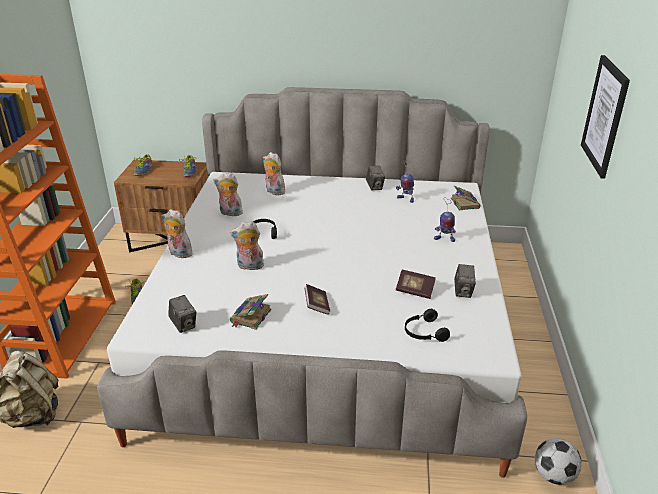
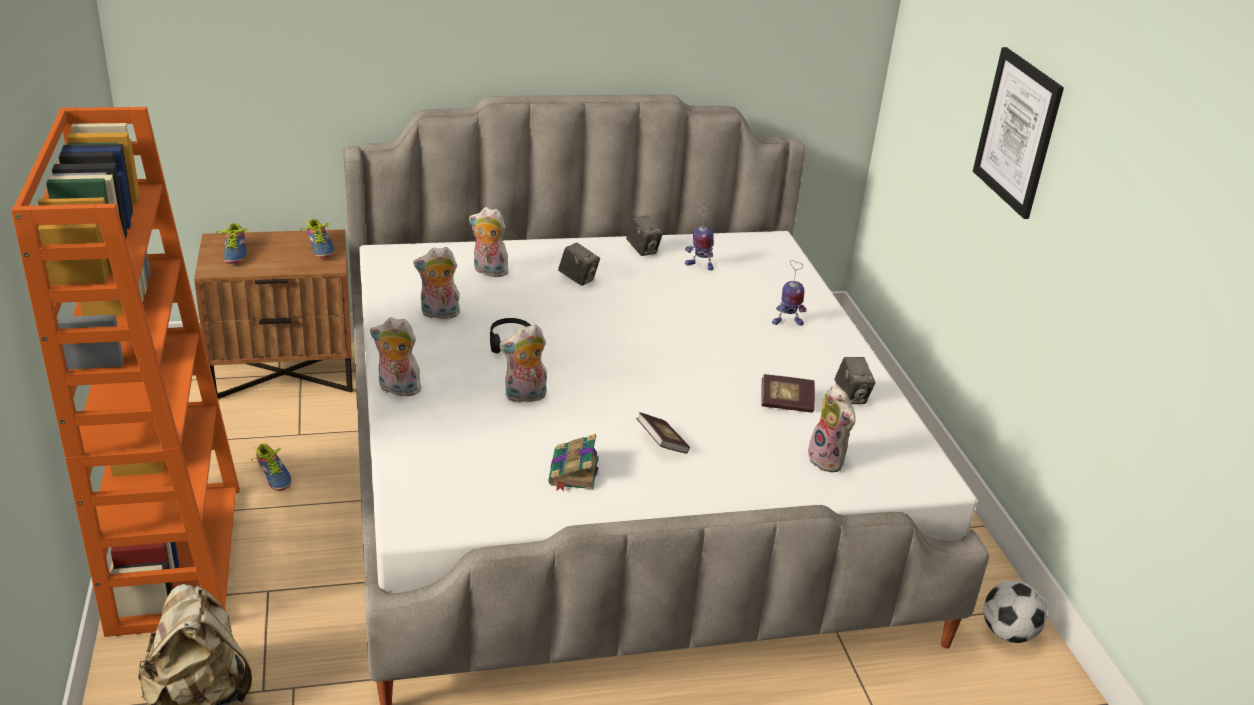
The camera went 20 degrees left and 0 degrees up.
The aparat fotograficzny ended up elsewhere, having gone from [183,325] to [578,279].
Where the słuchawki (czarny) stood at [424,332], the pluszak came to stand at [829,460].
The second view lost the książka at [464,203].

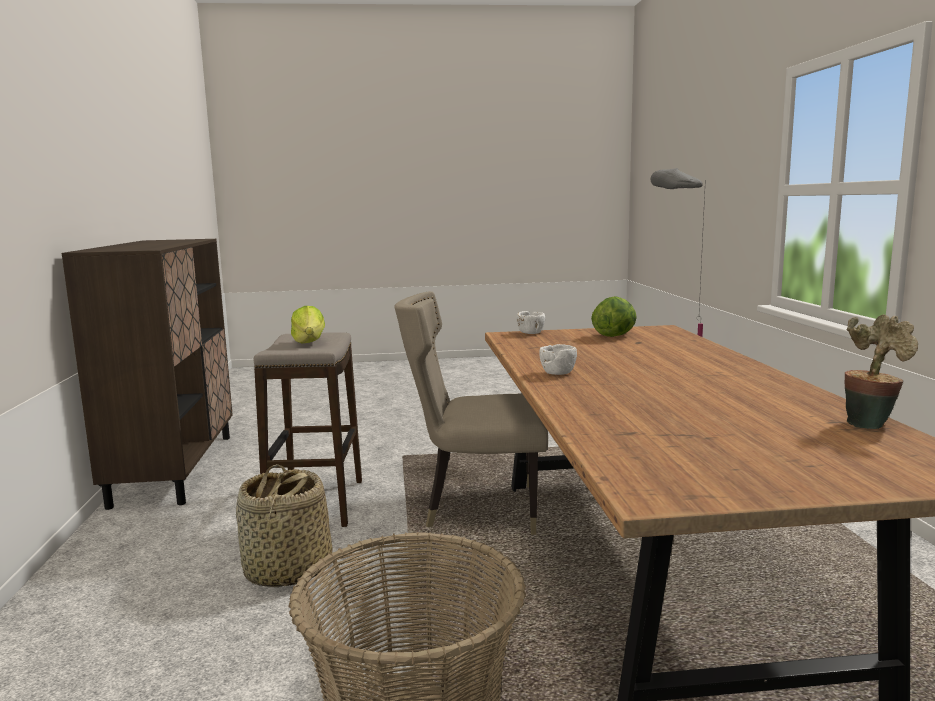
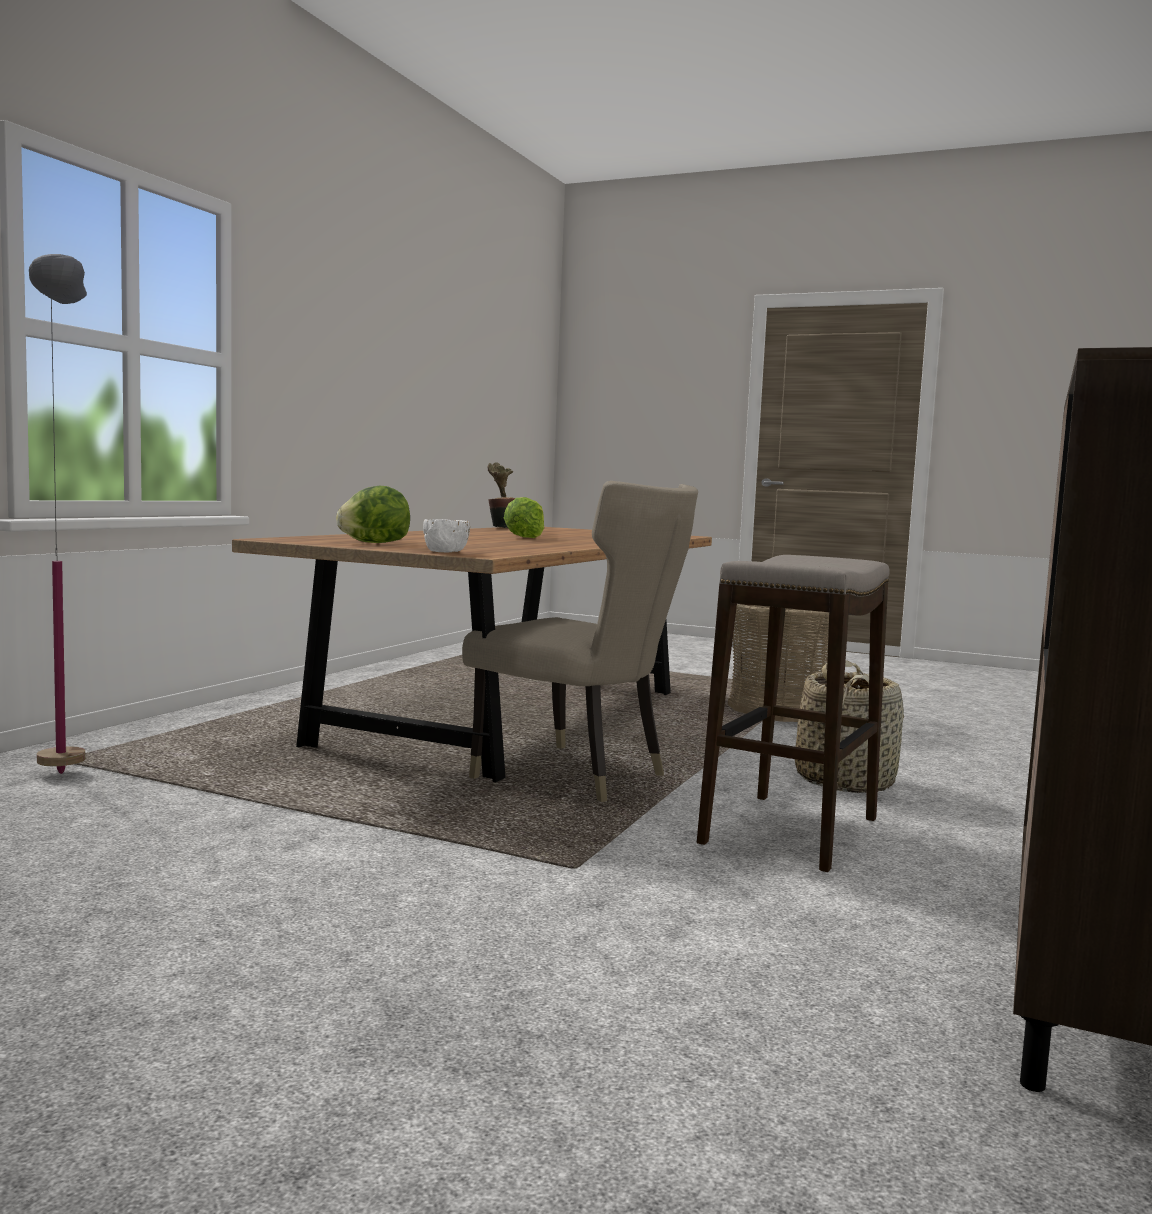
The camera went 150 degrees left and 5 degrees down.
The sałata ended up elsewhere, having gone from [309,342] to [524,537].
The second view lost the miska (biały) at [558,373].

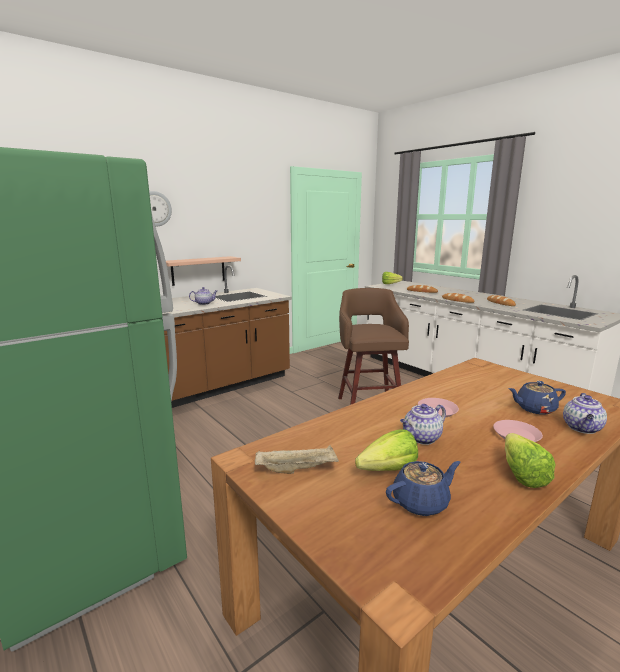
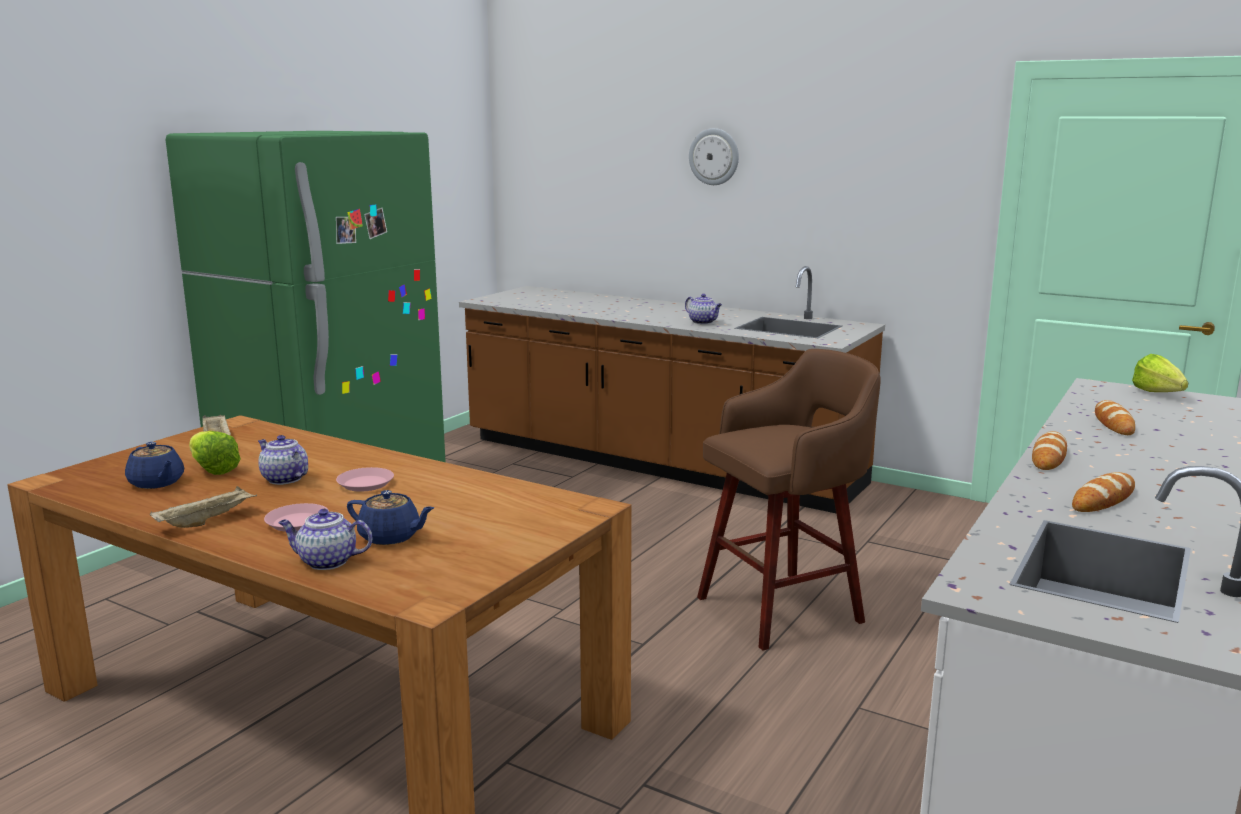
The camera went 70 degrees right and 0 degrees up.
The second view lost the półka at [198,270].
Where the sałata stood at [521,472], the taca (beżowy) came to stand at [207,521].
The imbryk (niebieski) at [534,409] ended up facing another way, 135 degrees clockwise from before.

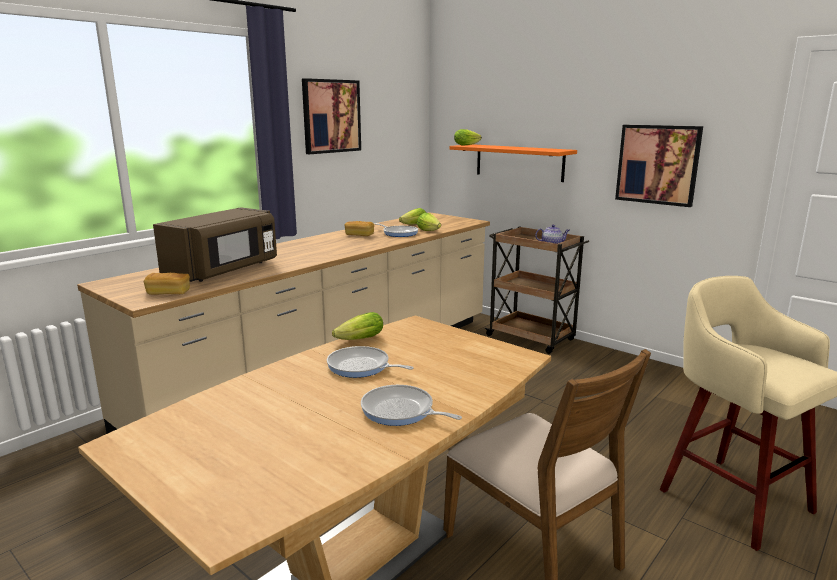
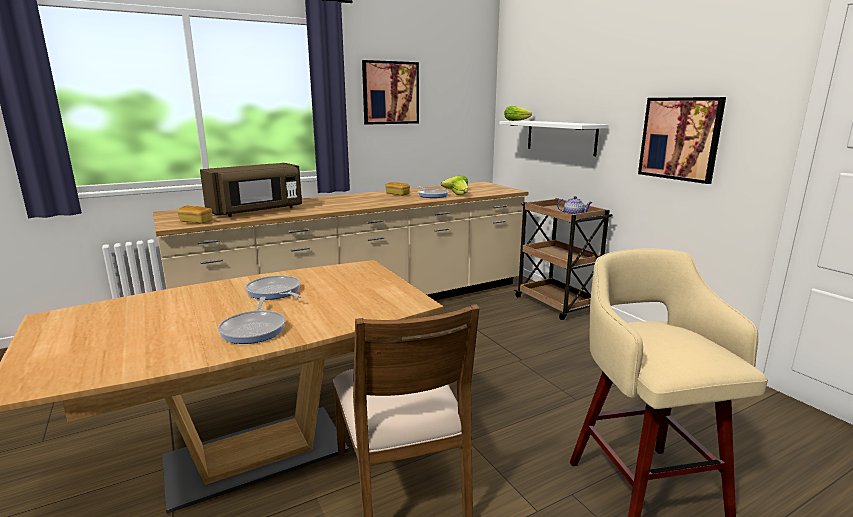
The camera went 20 degrees right and 0 degrees up.
The second view lost the sałata at [357,340].
The patelnia at [400,411] ended up facing another way, 150 degrees counterclockwise from before.
What was the półka (pomarańczowy) at [519,162] turned into the półka (biały) at [560,137].

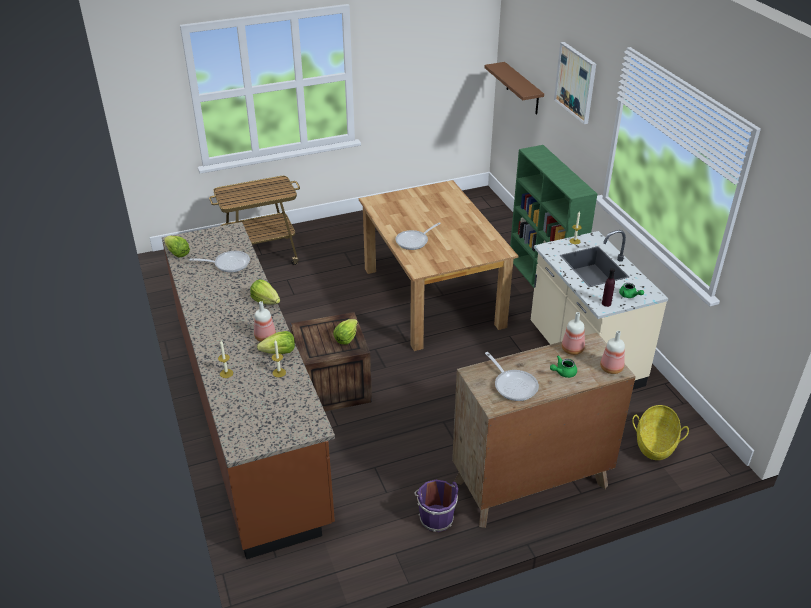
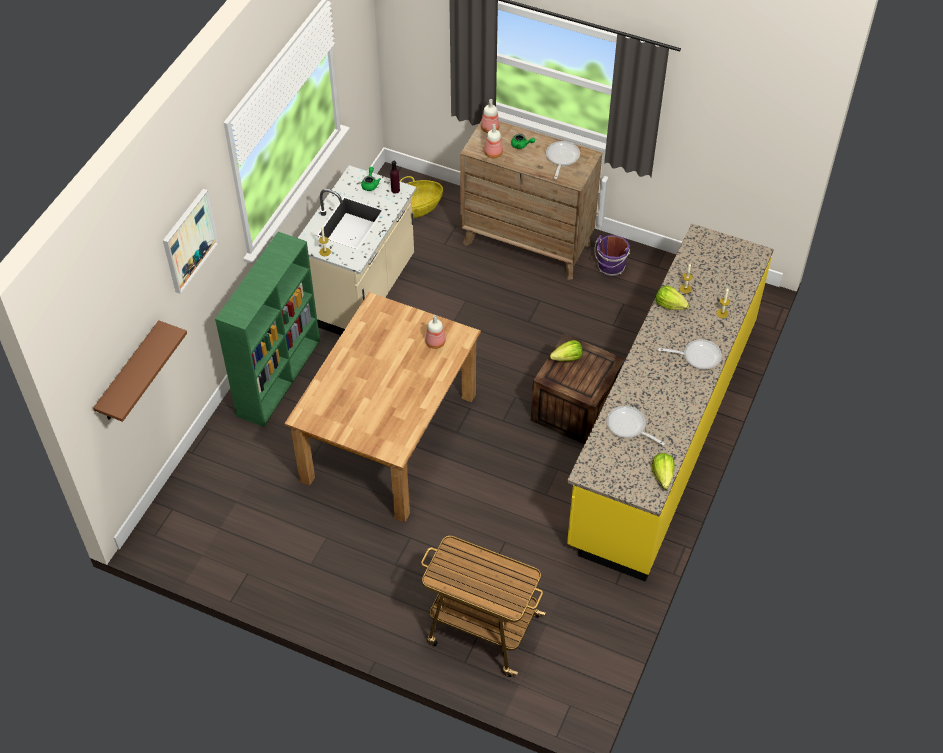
The camera went 135 degrees left and 15 degrees up.
What was the zabudowa kuchenna (brązowy) at [250,415] turned into the zabudowa kuchenna (żółty) at [663,432].
The second view lost the sałata at [265,301].
The butelka ended up elsewhere, having gone from [265,337] to [434,343].
The patelnia ended up elsewhere, having gone from [414,241] to [698,356].

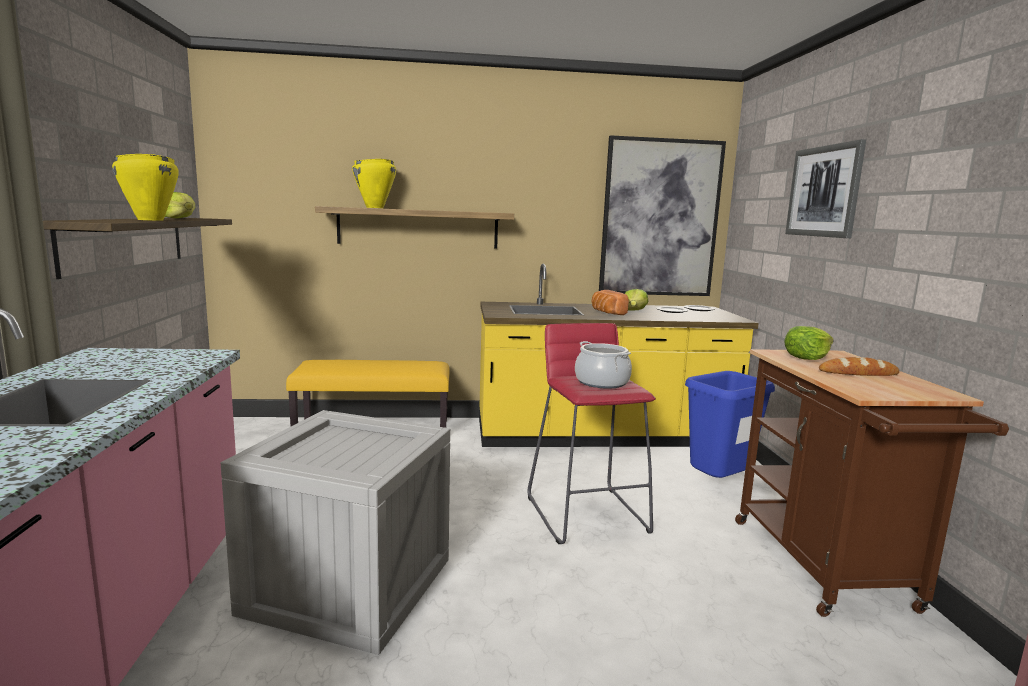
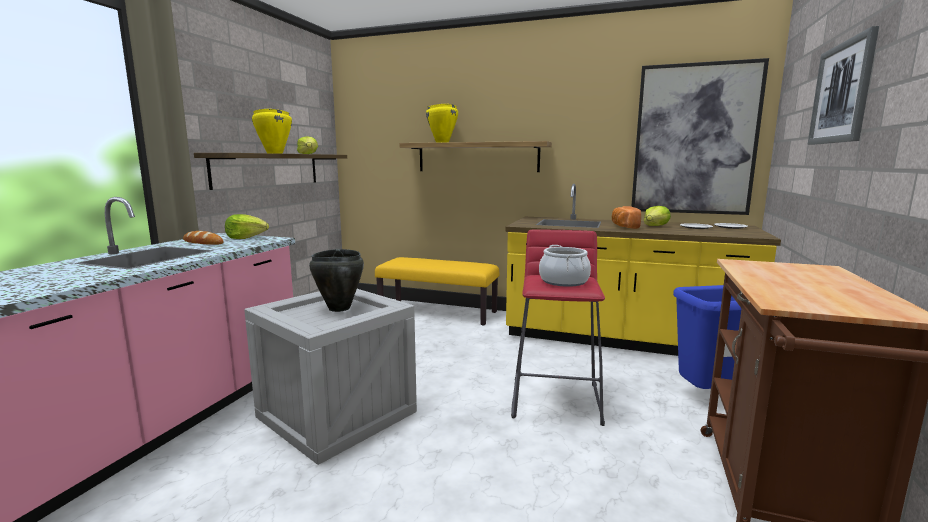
The camera went 25 degrees right and 0 degrees up.
The sałata ended up elsewhere, having gone from [806,357] to [246,238].
The chleb ended up elsewhere, having gone from [858,373] to [203,242].
The second view gained the garnek (czarny) at [339,308].

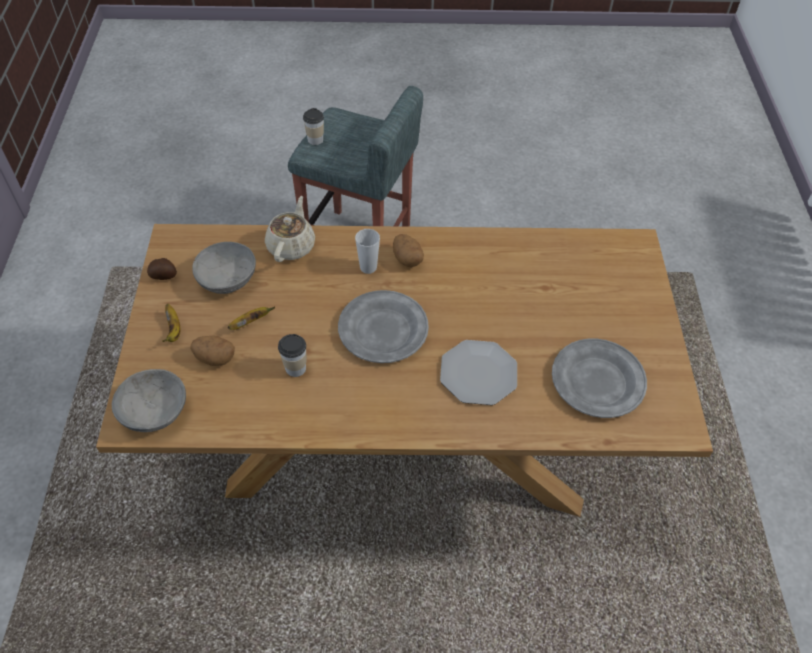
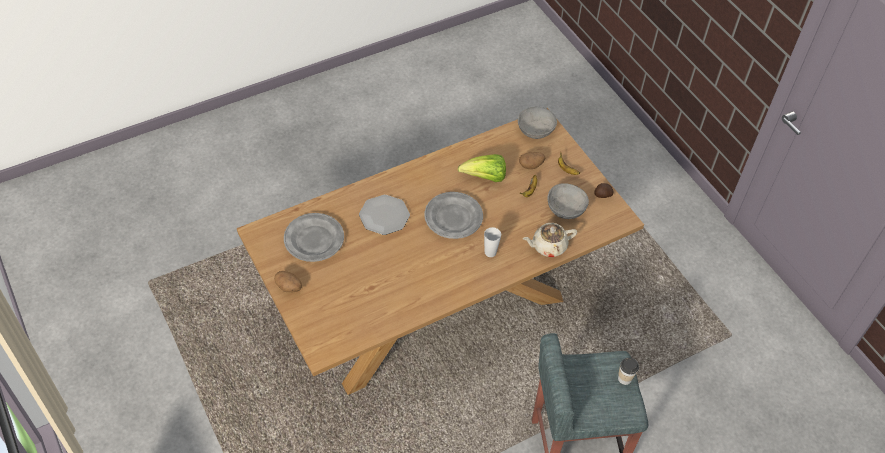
The camera went 150 degrees right and 0 degrees up.
The imbryk (beżowy) at [291,246] ended up facing another way, 90 degrees clockwise from before.
Where the filiżanka stood at [295,368], the sałata came to stand at [485,177].
The ziemniak ended up elsewhere, having gone from [407,259] to [289,287].

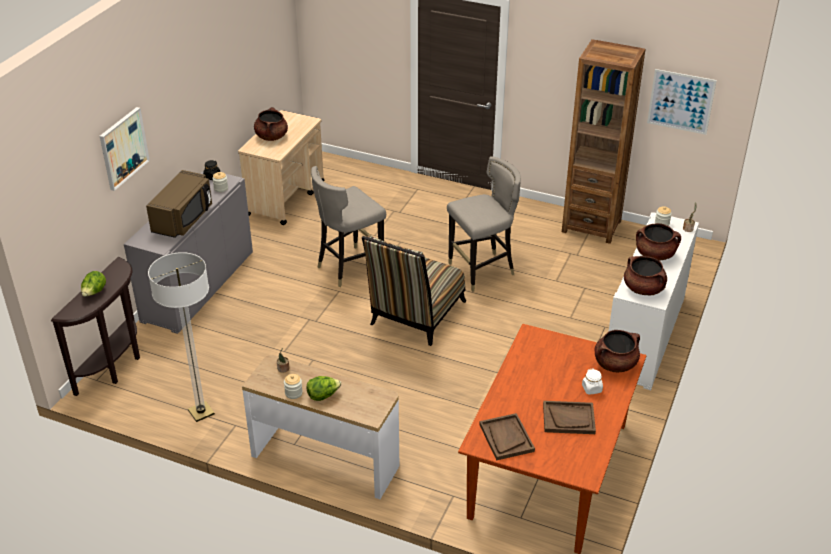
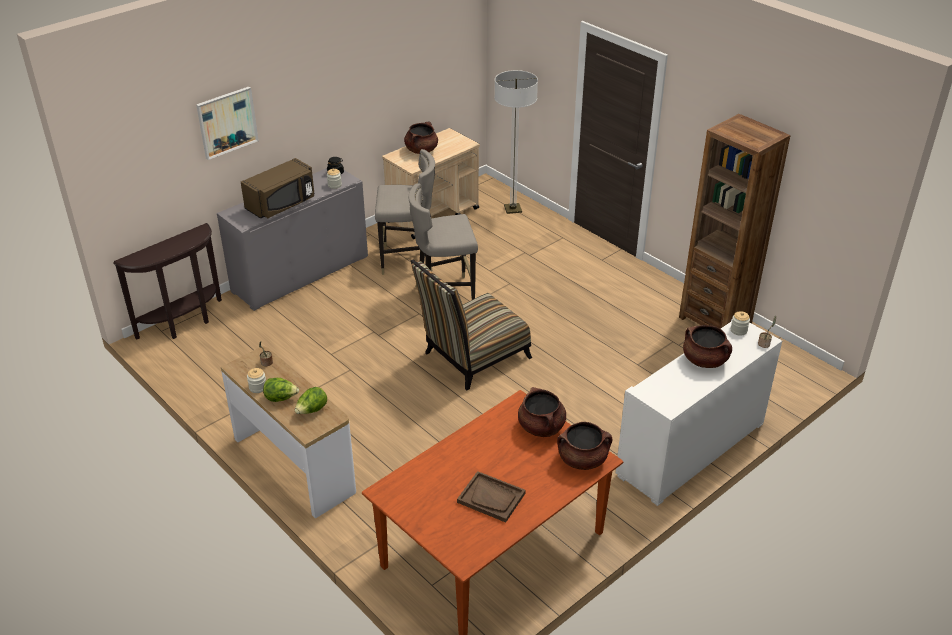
The camera went 25 degrees right and 0 degrees up.
The sałata ended up elsewhere, having gone from [94,293] to [312,410].
The lampa stojąca ended up elsewhere, having gone from [201,412] to [513,209].
The stołek (szary) ended up elsewhere, having gone from [482,271] to [407,260].
The second view lost the taca (brązowy) at [506,438].
The second view lost the słoik (biały) at [592,389].
The garnek (brązowy) ended up elsewhere, having gone from [643,289] to [541,427].
The second view lost the obraz at [681,101].

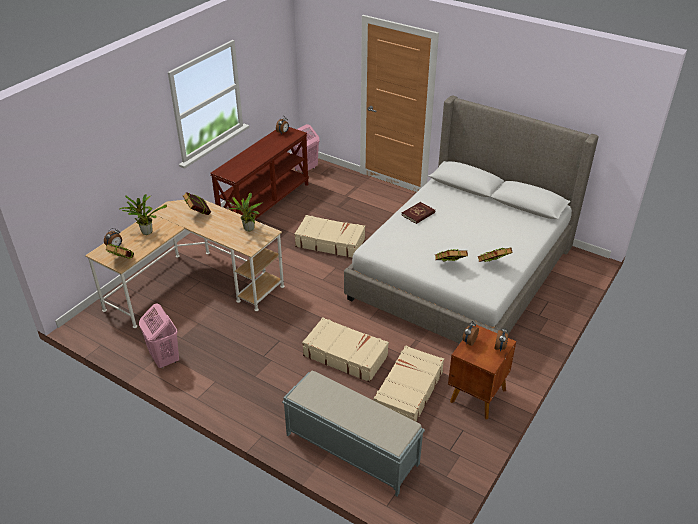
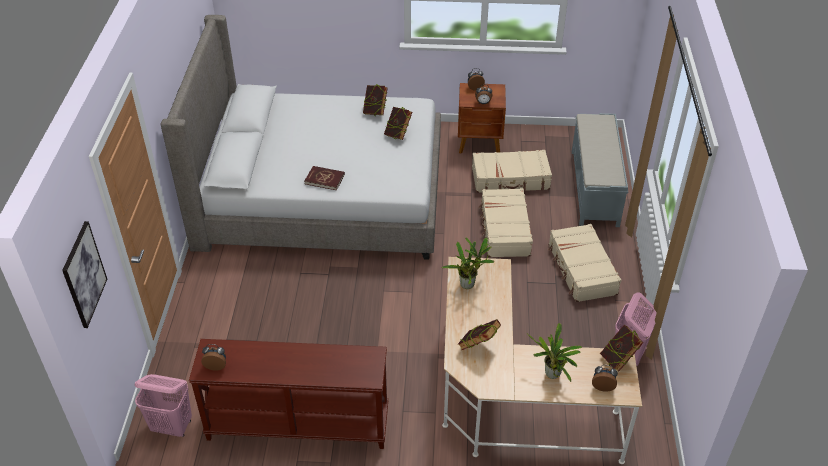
The camera went 120 degrees left and 5 degrees up.
The walizka (beżowy) ended up elsewhere, having gone from [330,242] to [581,270].
The second view gained the obraz at [84,274].

